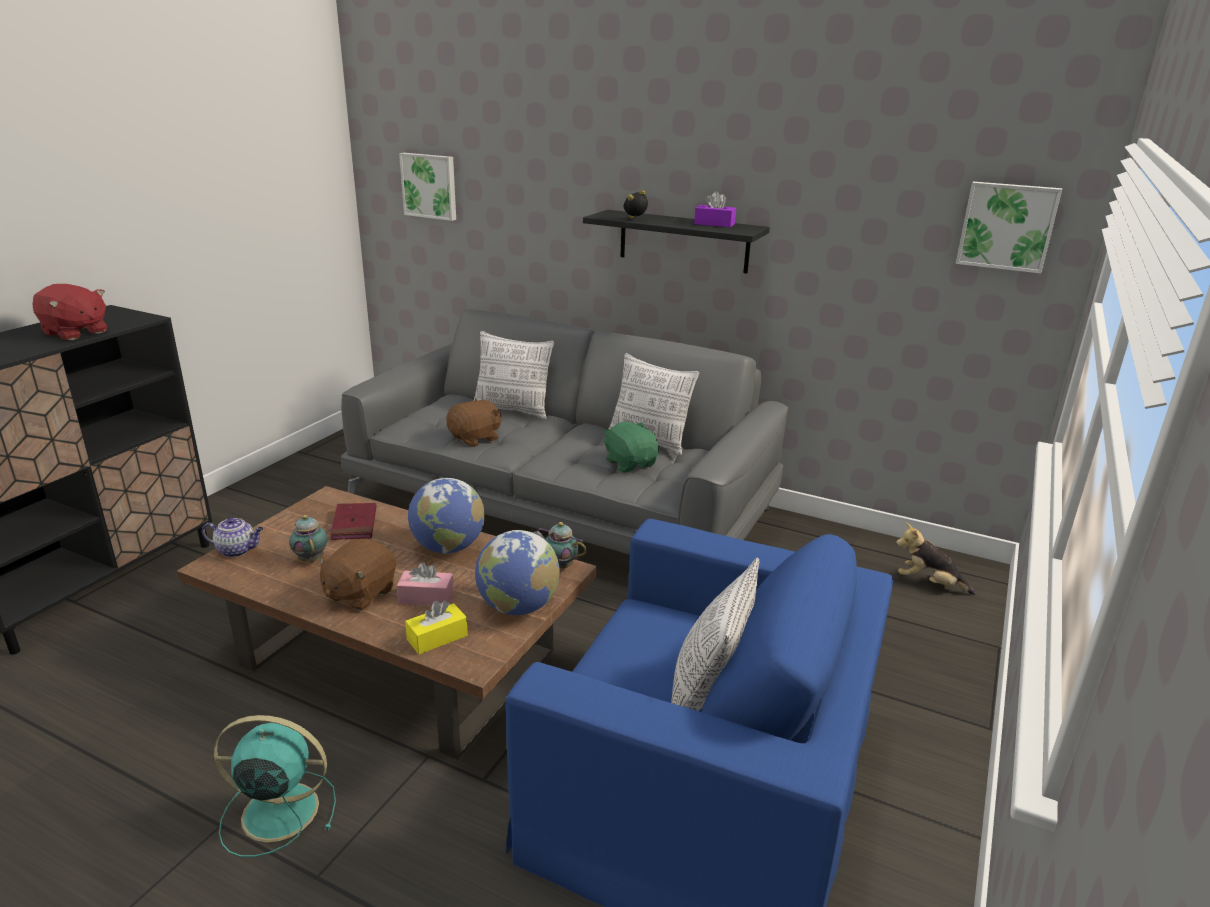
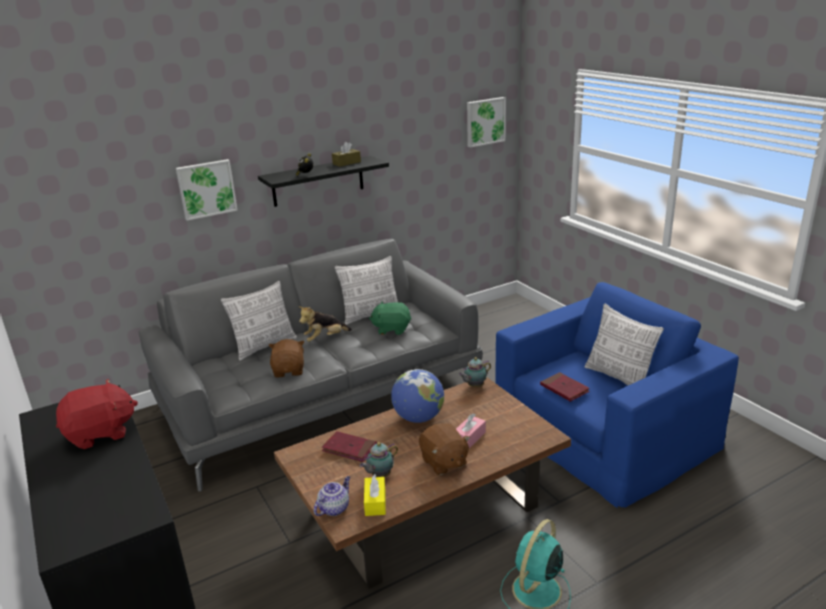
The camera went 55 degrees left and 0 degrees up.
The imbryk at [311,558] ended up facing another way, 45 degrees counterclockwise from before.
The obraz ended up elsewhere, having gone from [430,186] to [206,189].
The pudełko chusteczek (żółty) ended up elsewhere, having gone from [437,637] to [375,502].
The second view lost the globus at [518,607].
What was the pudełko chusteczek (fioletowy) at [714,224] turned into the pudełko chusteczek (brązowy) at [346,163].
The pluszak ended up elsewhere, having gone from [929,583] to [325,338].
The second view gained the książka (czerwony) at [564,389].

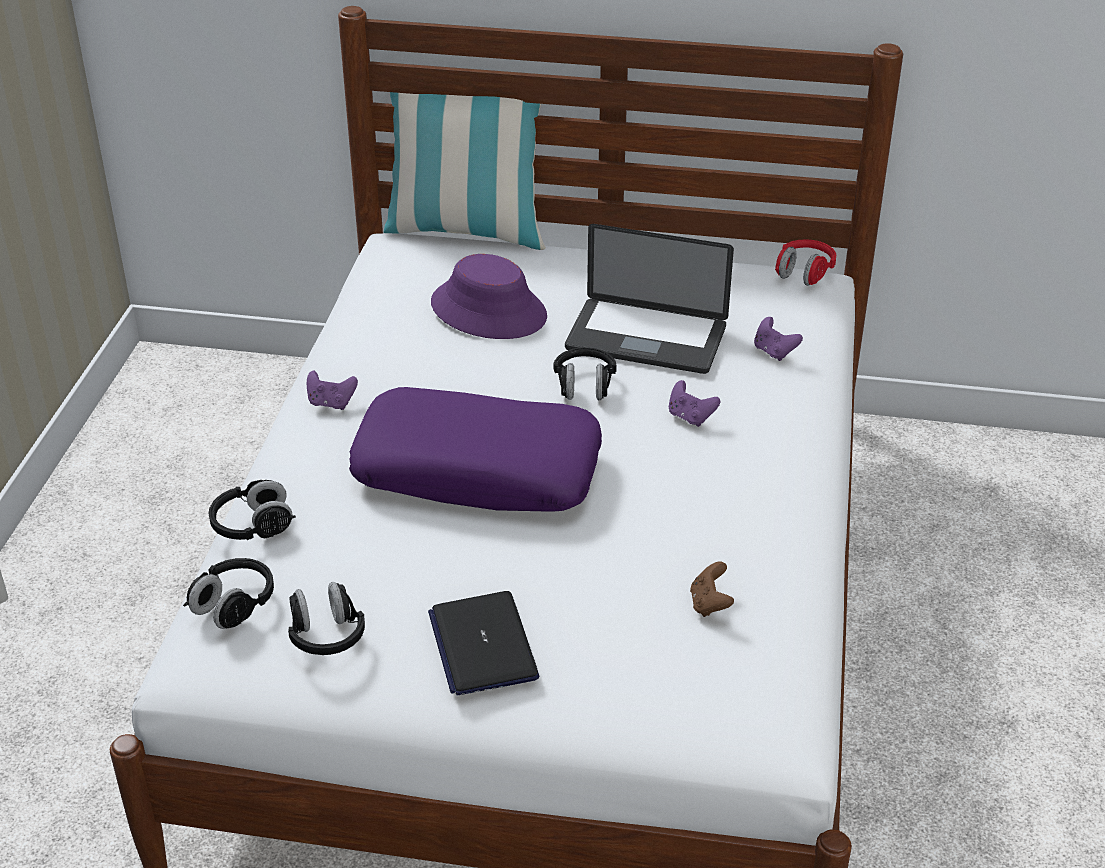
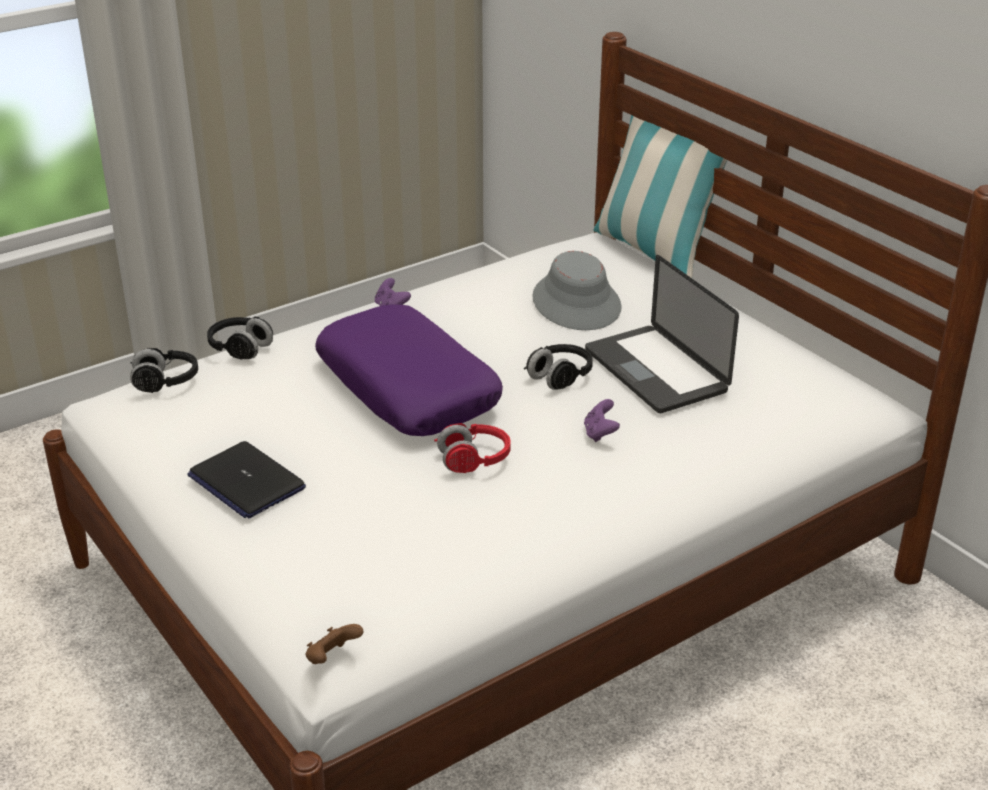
The camera went 45 degrees right and 5 degrees down.
The second view lost the słuchawki (czarny) at [326,636].
The laptop at [482,645] ended up facing another way, 75 degrees counterclockwise from before.
What was the kapelusz (fioletowy) at [489,310] turned into the kapelusz (szary) at [577,303].
The pad do gier (brązowy) ended up elsewhere, having gone from [709,604] to [332,658].
The second view lost the pad do gier (fioletowy) at [774,352].
The słuchawki (czerwony) ended up elsewhere, having gone from [803,273] to [474,460].

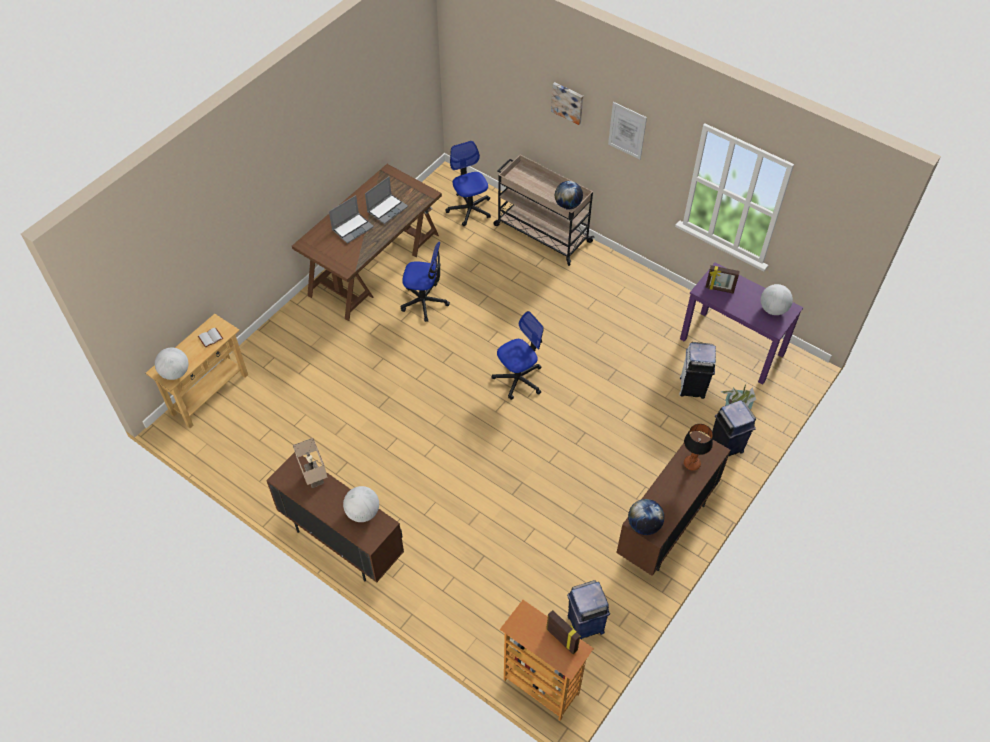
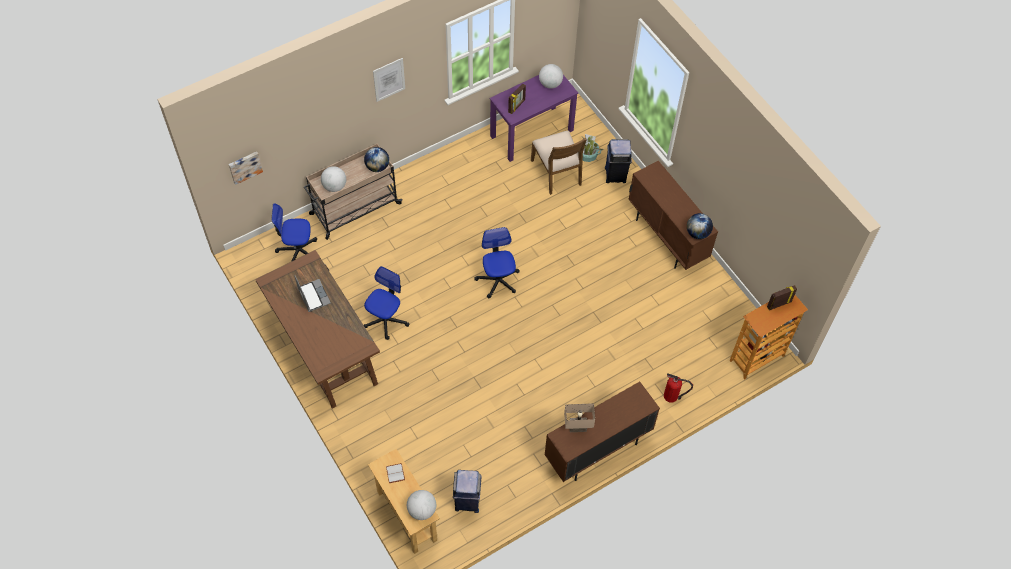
The camera went 70 degrees left and 5 degrees up.
The second view lost the laptop at [352,228].
The globus ended up elsewhere, having gone from [363,512] to [334,186].
The obraz ended up elsewhere, having gone from [568,102] to [245,166].
The kosz na śmieci (niebieski) ended up elsewhere, having gone from [584,624] to [467,501].
Where the kosz na śmieci (biały) stood at [693,387], the krzesło (brązowy) came to stand at [557,172].
The second view lost the lampa stołowa at [691,464].
The second view gained the gaśnica at [672,396].

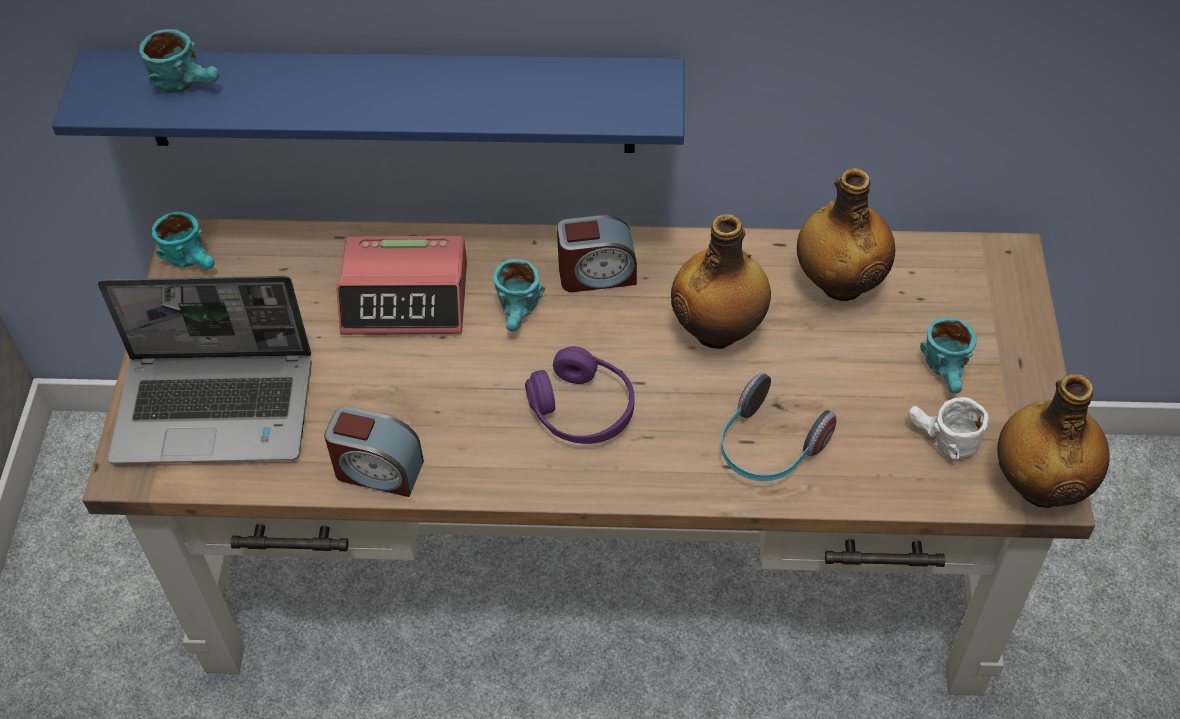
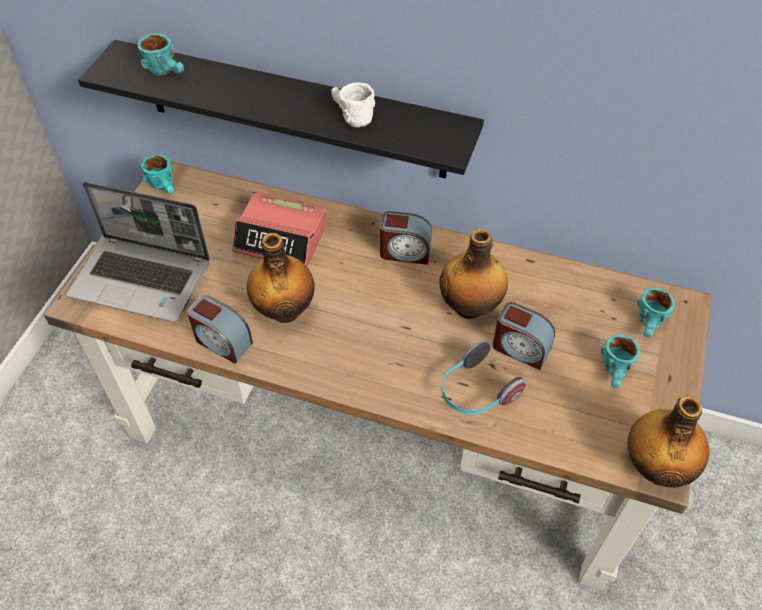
The camera went 15 degrees right and 0 degrees up.
What was the półka (niebieski) at [387,101] turned into the półka (czarny) at [293,110].
The kubek (turkusowy) ended up elsewhere, having gone from [520,315] to [650,326].
The second view lost the słuchawki (fioletowy) at [582,409].
The butelka ended up elsewhere, having gone from [839,283] to [285,309].
The kubek (biały) ended up elsewhere, having gone from [940,441] to [349,116].
The second view gained the budzik at [520,348].

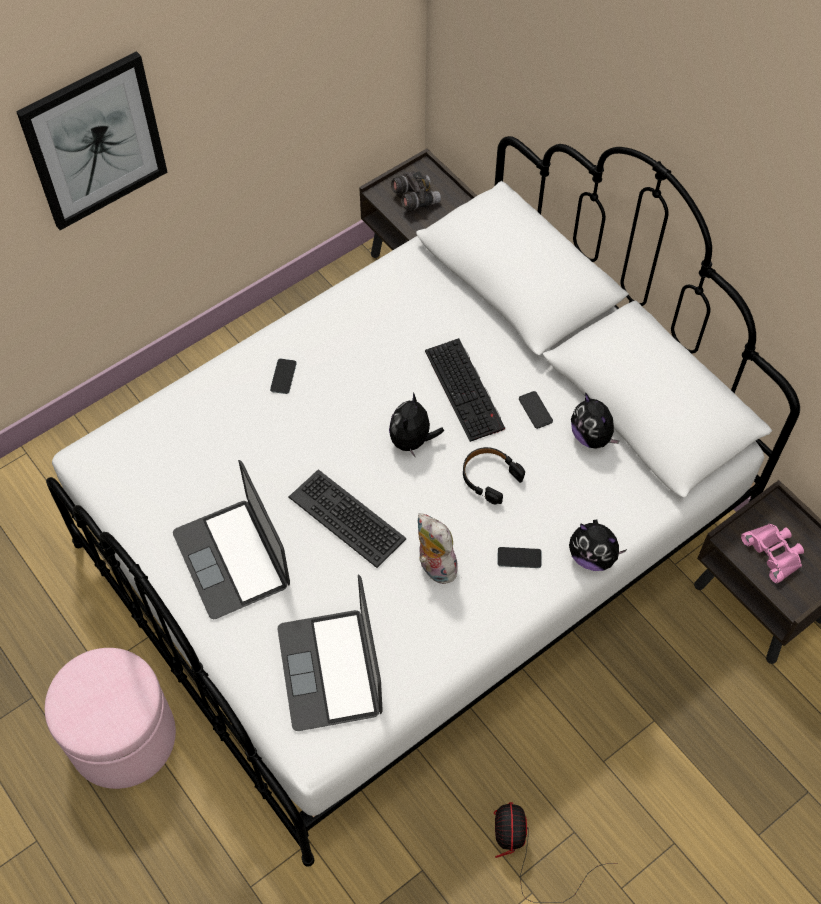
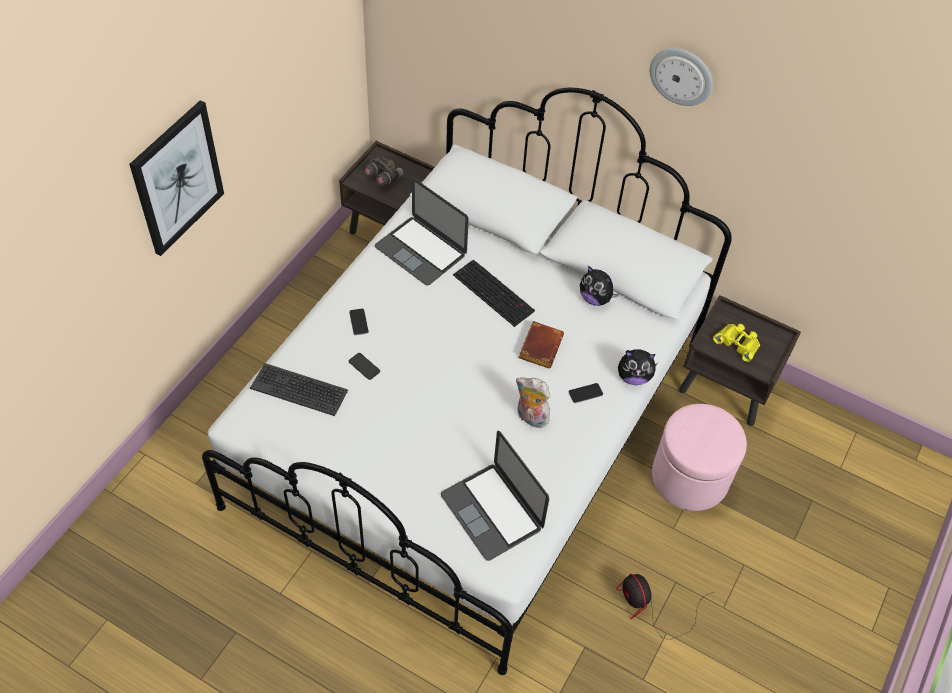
The camera went 25 degrees left and 5 degrees down.
The pufa (różowy) ended up elsewhere, having gone from [123,737] to [690,477].
The laptop ended up elsewhere, having gone from [232,558] to [420,250].
The klawiatura ended up elsewhere, having gone from [347,517] to [299,389].
The second view lost the pluszak at [412,441].
Where the słuchawki (czarny) stood at [490,477], the książka (brązowy) came to stand at [539,346].
The telefon ended up elsewhere, having gone from [535,410] to [364,366].
What was the lornetka (różowy) at [774,552] turned into the lornetka (żółty) at [738,343].
The second view gained the zegar ścienny at [681,76].

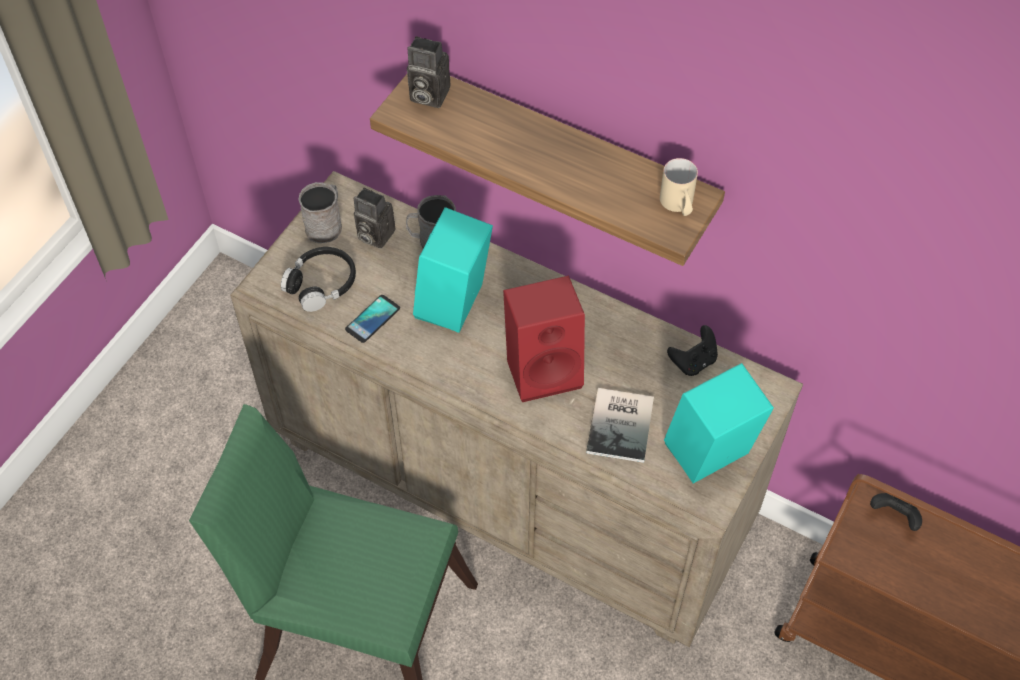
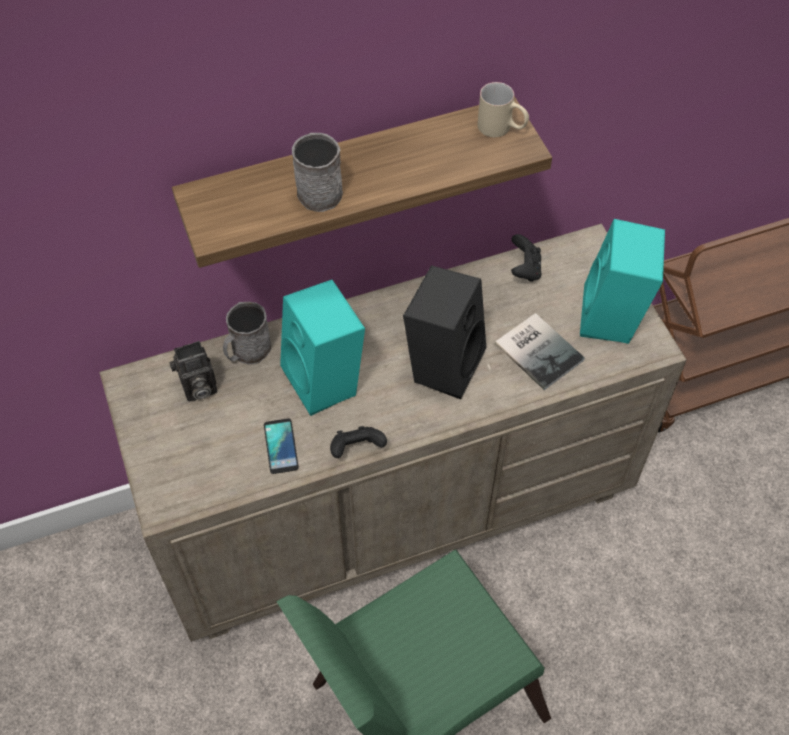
The camera went 50 degrees left and 0 degrees up.
The second view lost the słuchawki (czarny) at [321,284].
The kubek (szary) ended up elsewhere, having gone from [326,224] to [316,189].
The second view lost the aparat fotograficzny at [427,95].
What was the głośnik (czerwony) at [544,368] turned into the głośnik (czarny) at [443,363].
The pad do gier (czarny) ended up elsewhere, having gone from [894,517] to [357,449].

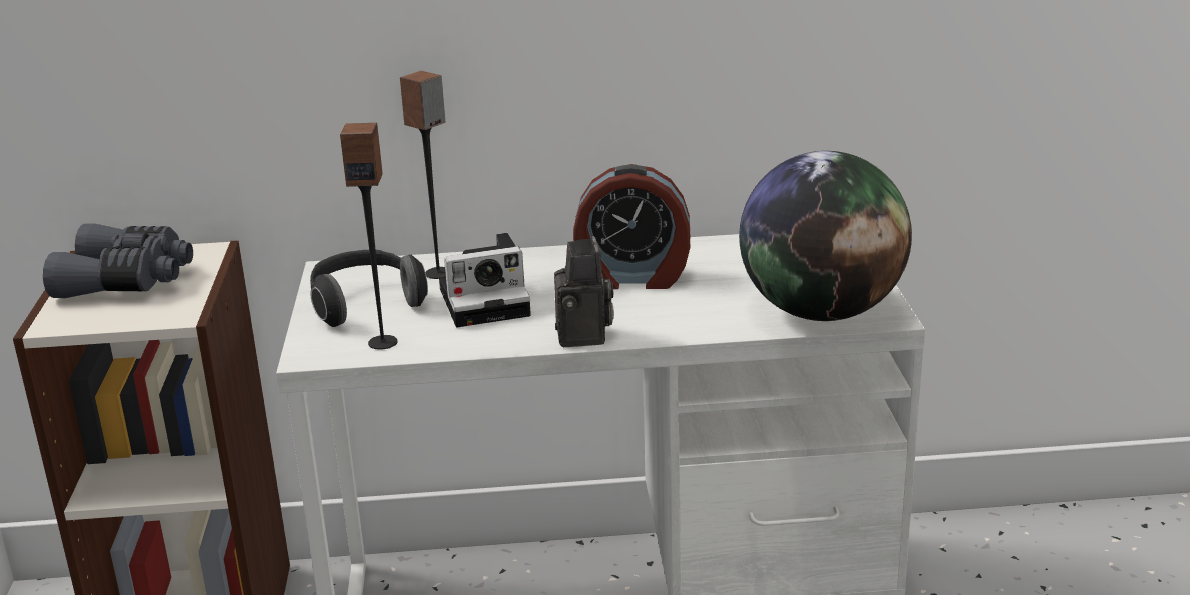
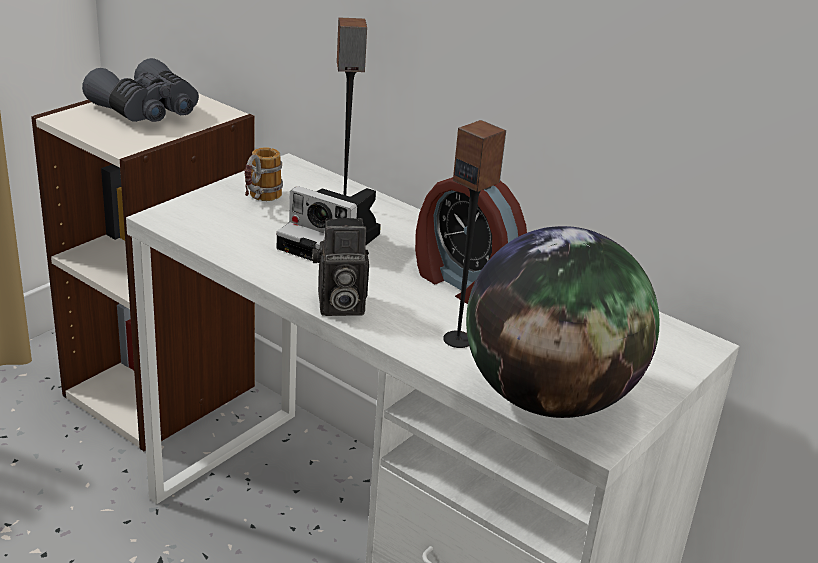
The camera went 40 degrees right and 5 degrees up.
Where the słuchawki stood at [364,304], the kubek came to stand at [260,200].
The głośnik ended up elsewhere, having gone from [383,342] to [458,339].
The aparat fotograficzny at [585,337] ended up facing another way, 45 degrees clockwise from before.

